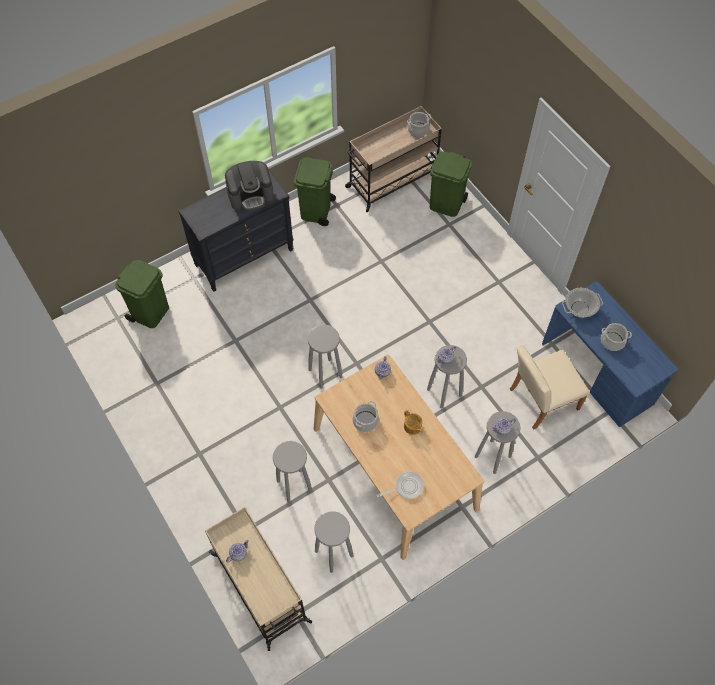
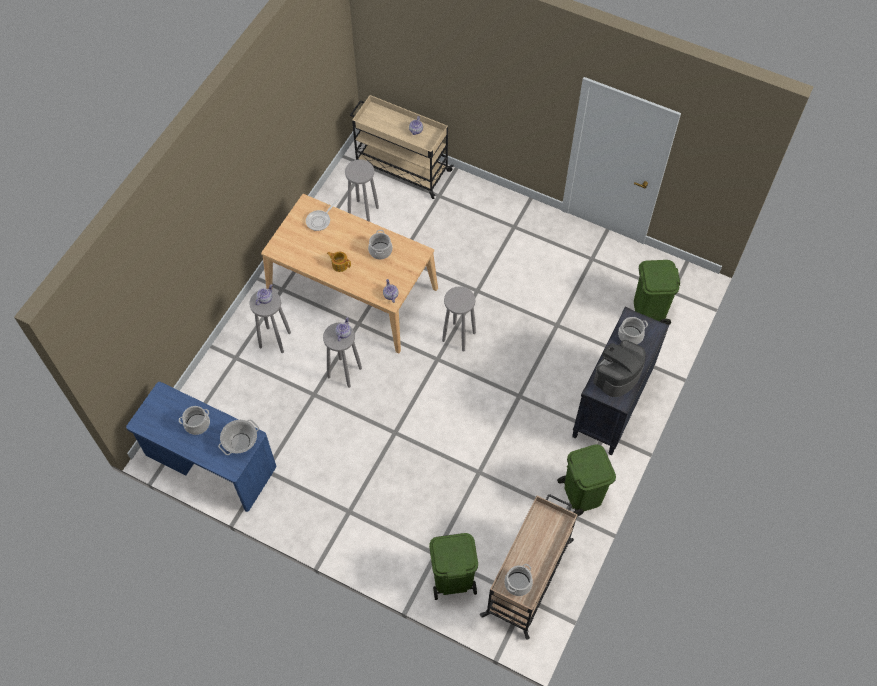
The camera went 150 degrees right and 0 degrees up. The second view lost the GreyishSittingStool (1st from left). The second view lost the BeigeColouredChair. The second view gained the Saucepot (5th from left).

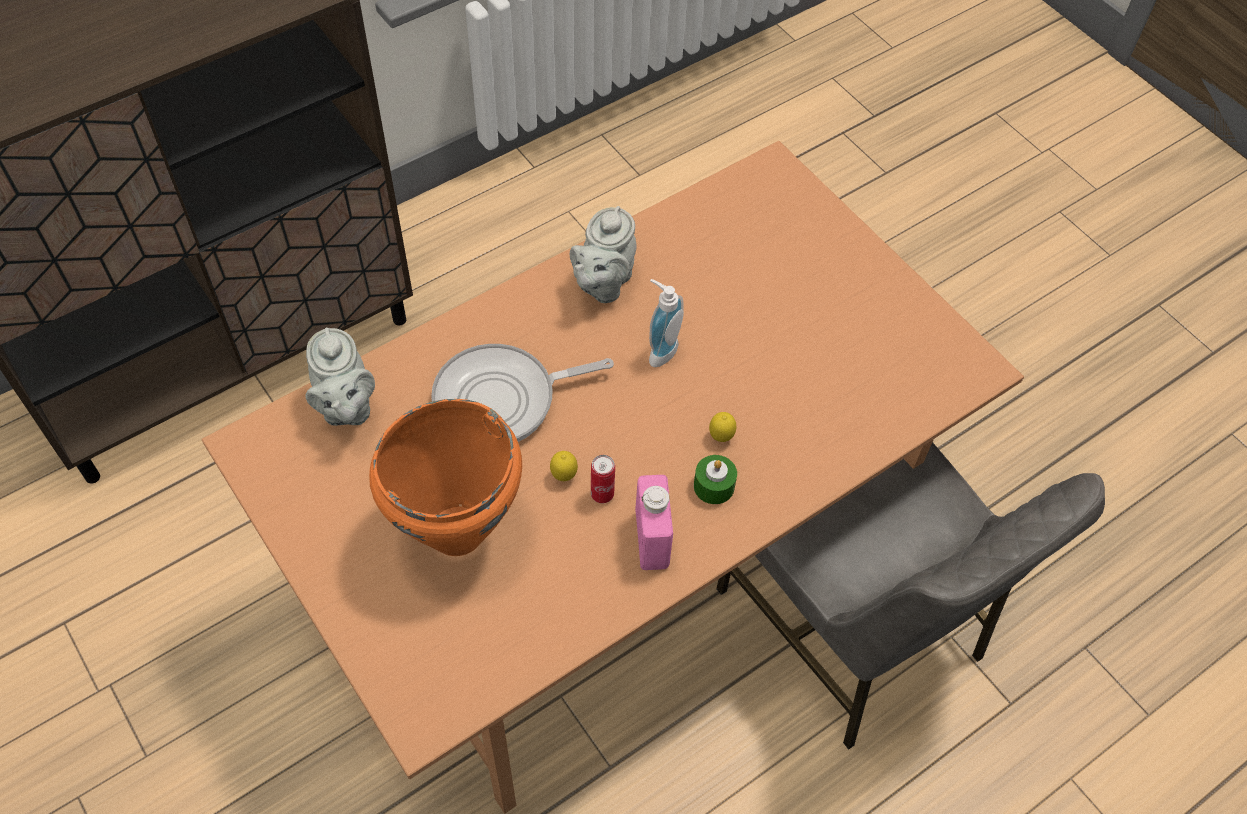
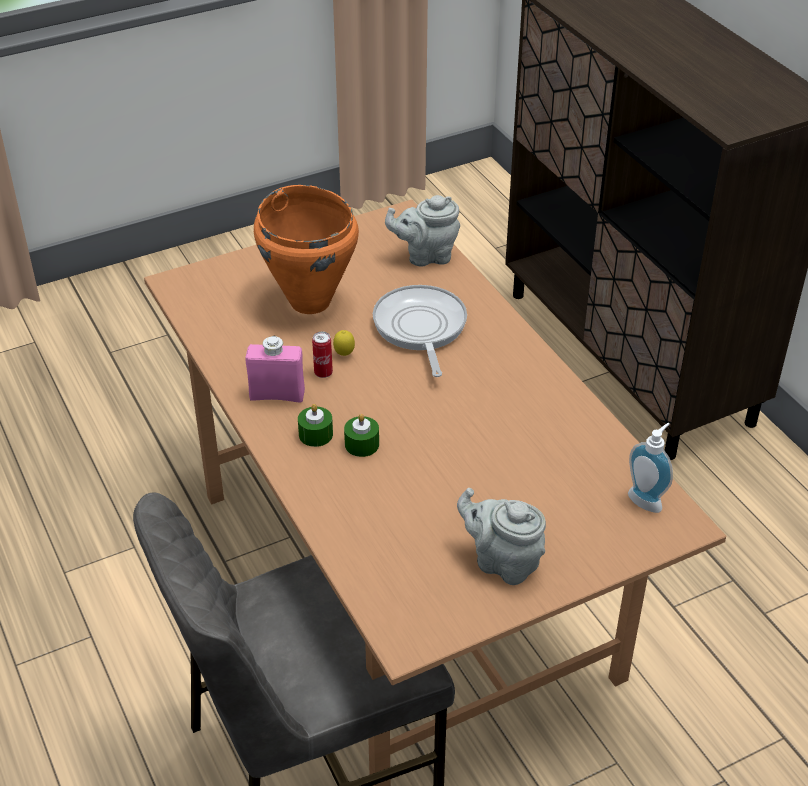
The camera went 100 degrees right and 15 degrees down. The GreyishPotForTea (2nd from left) ended up elsewhere. The LiquidSoapBottle ended up elsewhere. Where the WholeLemon (2nd from left) stood, the GreenWaxLight (2nd from left) came to stand.

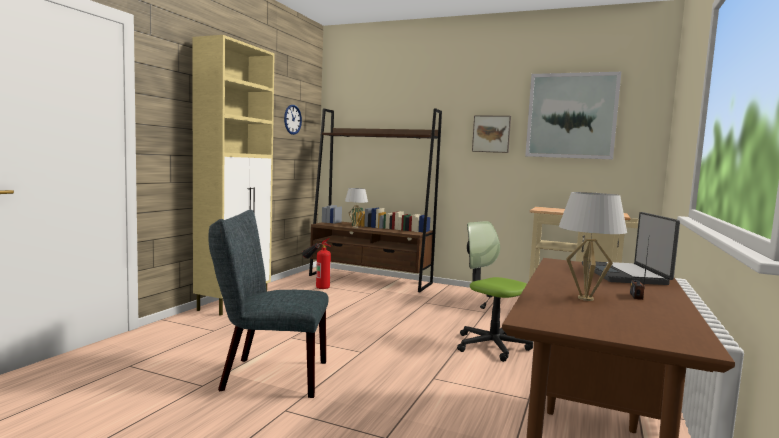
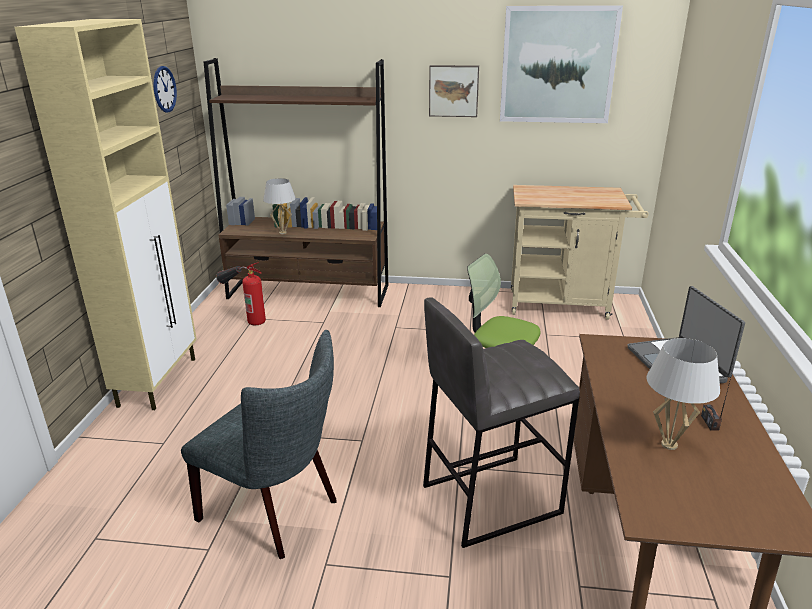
The camera went 15 degrees left and 20 degrees up. The GreyishChair ended up facing another way, 135 degrees counterclockwise from before. The second view gained the GreyishSittingStool.

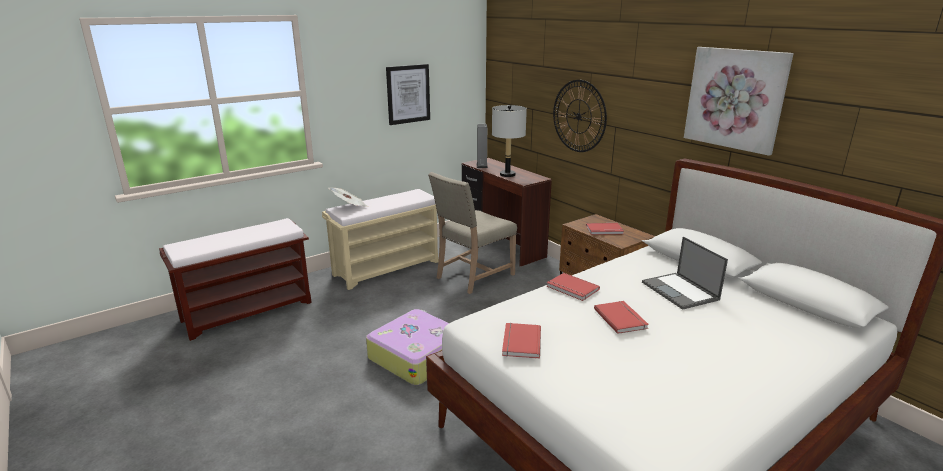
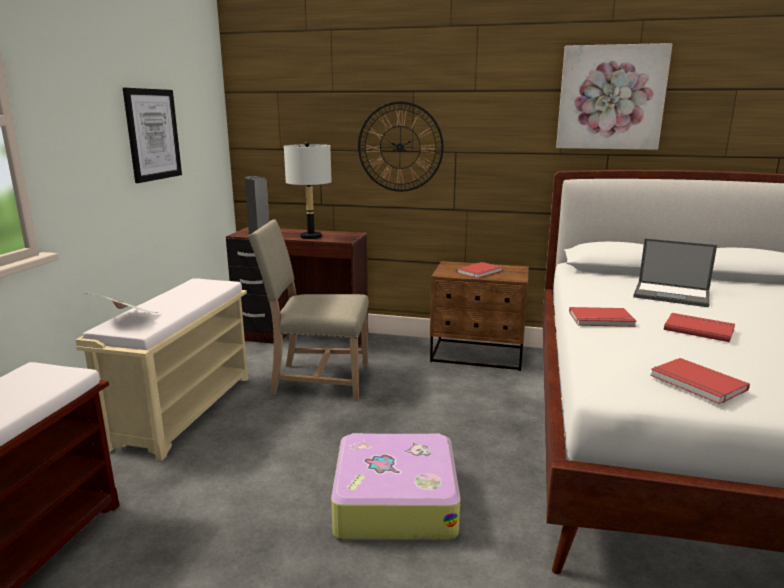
The camera went 40 degrees left and 5 degrees down. The BeigeColouredChair ended up facing another way, 90 degrees clockwise from before.

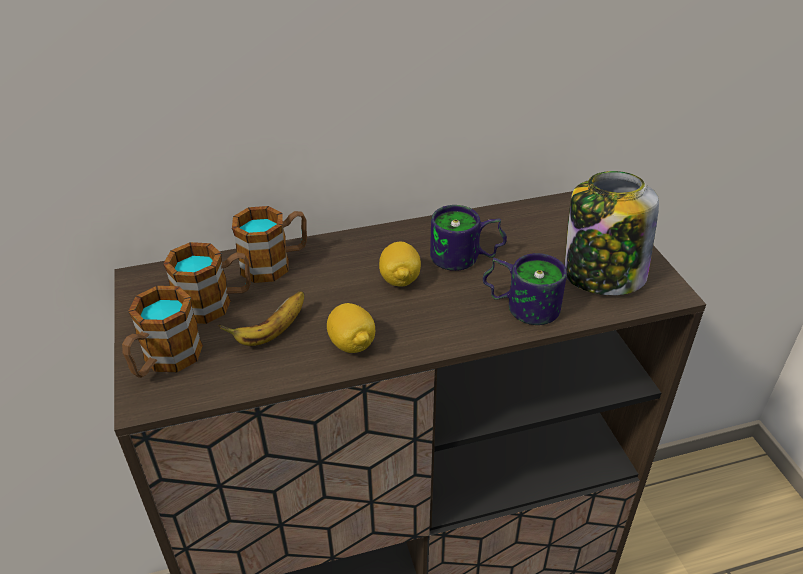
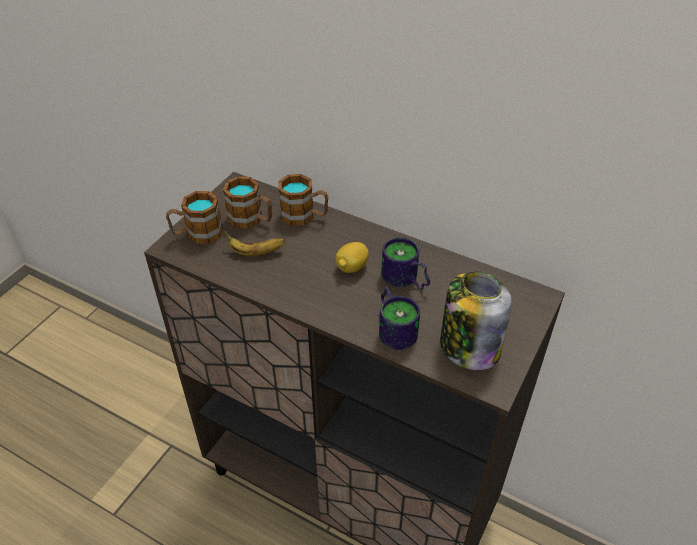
The camera went 45 degrees right and 5 degrees up. The second view lost the WholeLemon (1st from left).

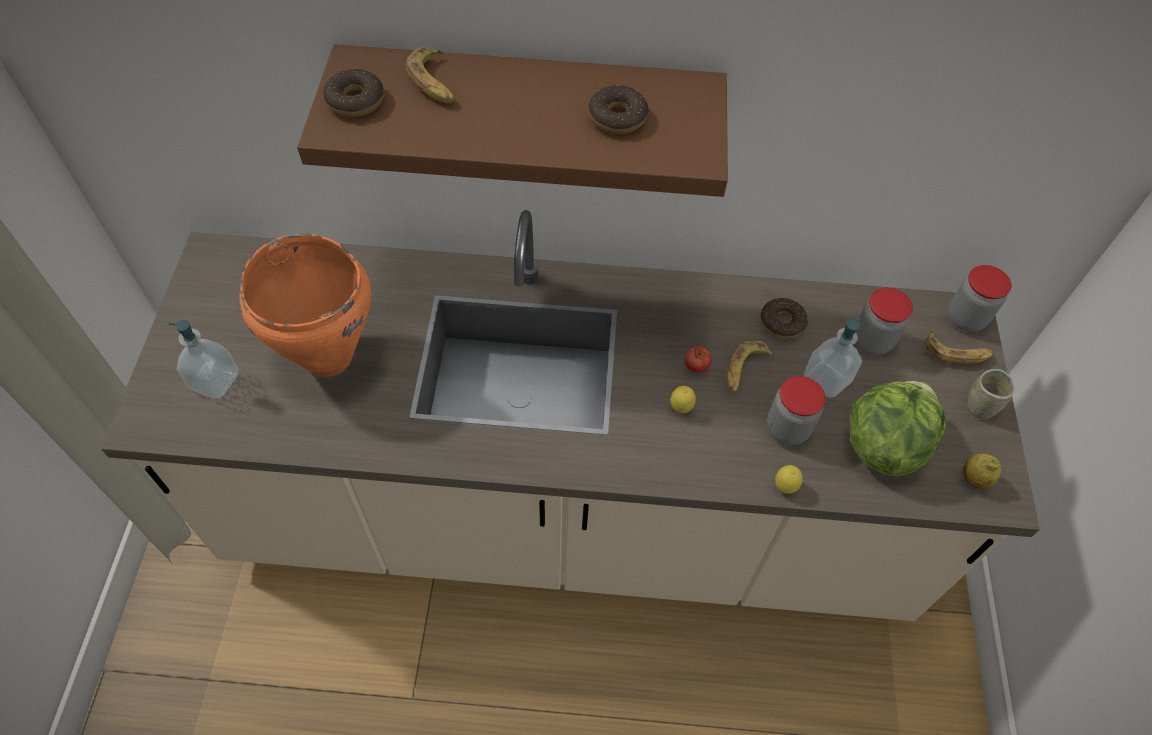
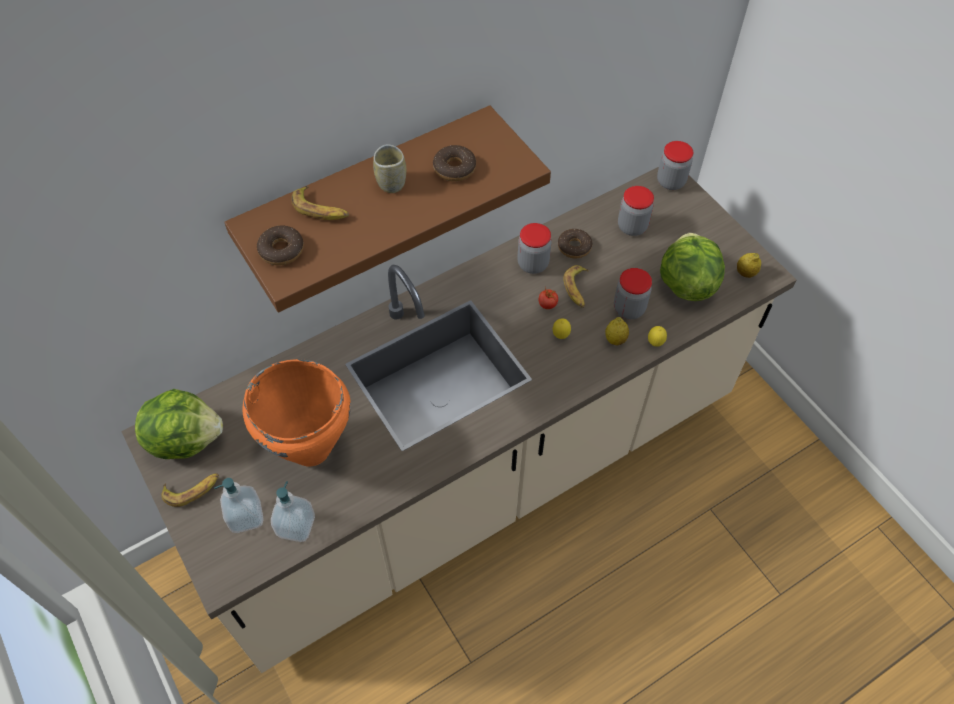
The camera went 35 degrees left and 0 degrees up. The LiquidSoapBottle (2nd from left) ended up elsewhere. The BananaFruit (3rd from left in the first image) ended up elsewhere. The Cup ended up elsewhere. The second view gained the HeadOfLettuce (1st from left). The second view gained the StorageJar (1st from left). The second view gained the WholeLemon (2nd from left).

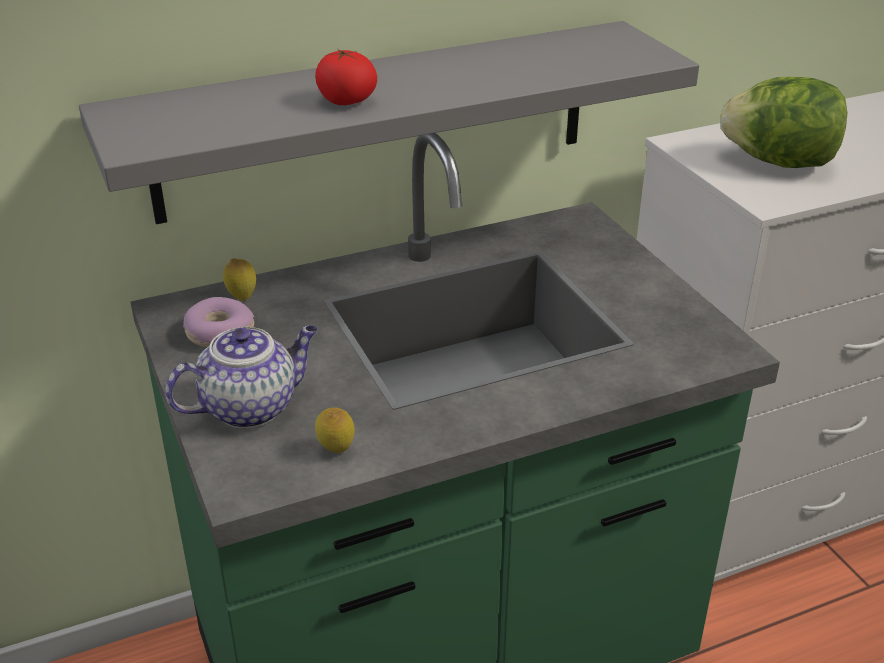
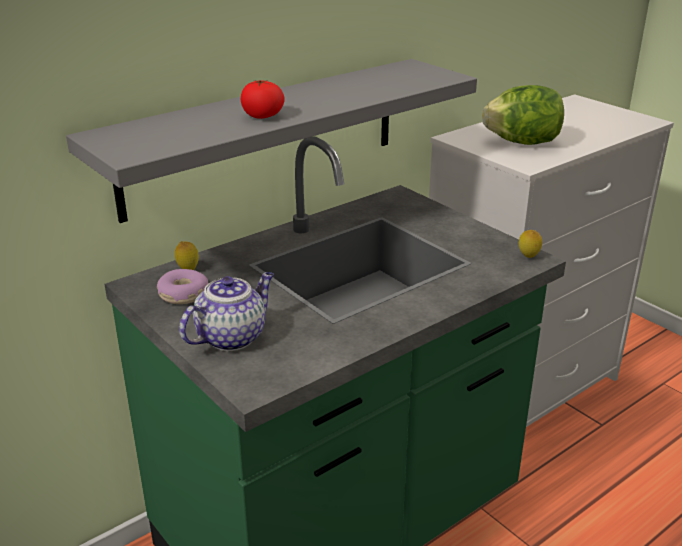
The camera went 15 degrees left and 5 degrees down. The WholeLemon (2nd from left) ended up elsewhere.

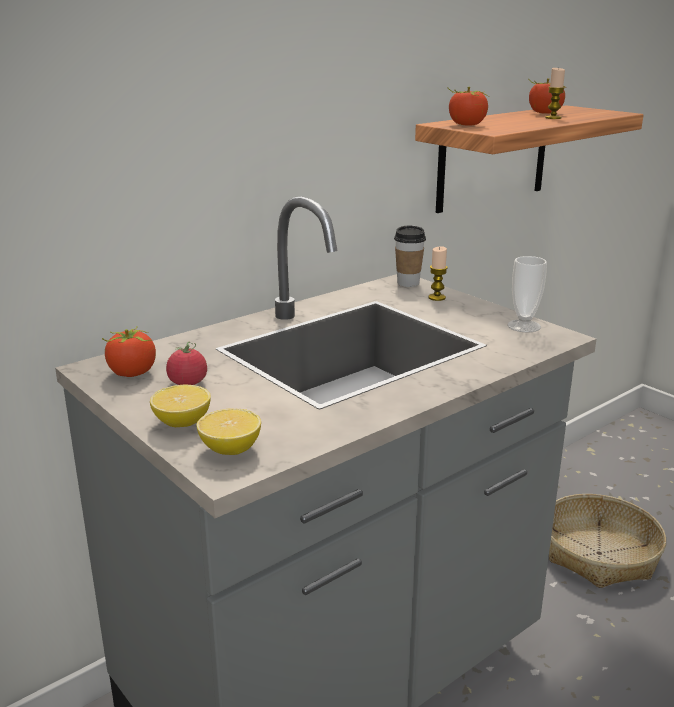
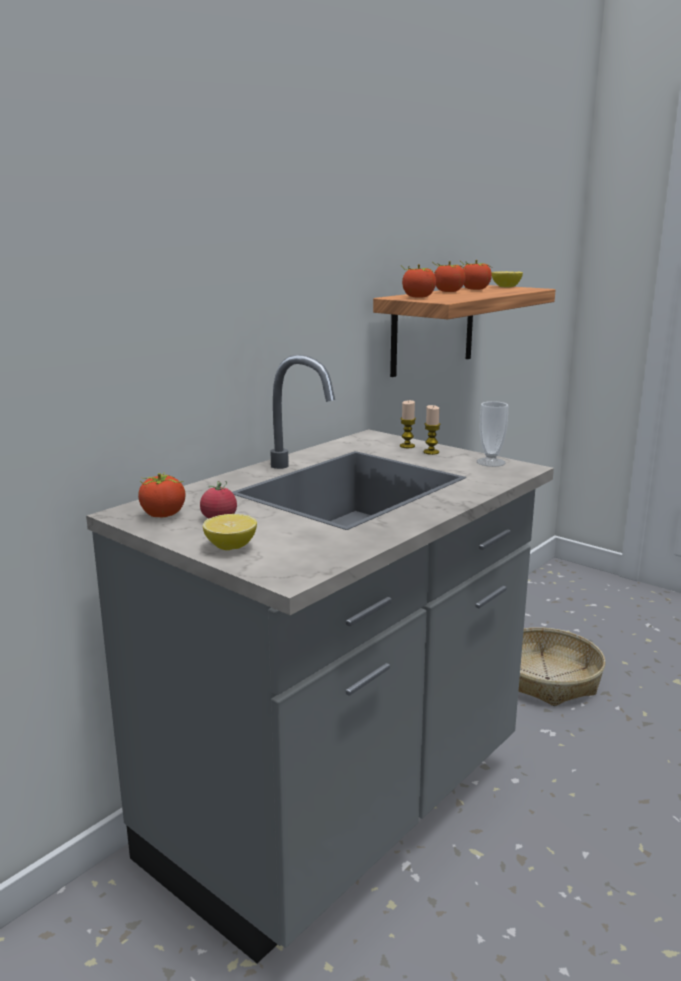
The camera went 10 degrees left and 5 degrees down. The WholeLemon (2nd from left) ended up elsewhere. The second view lost the Cup (1st from left). The WaxLight (2nd from left) ended up elsewhere. The second view gained the FreshTomato (4th from left).

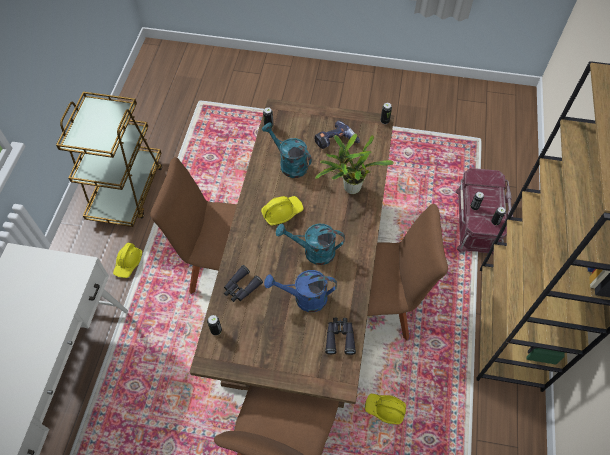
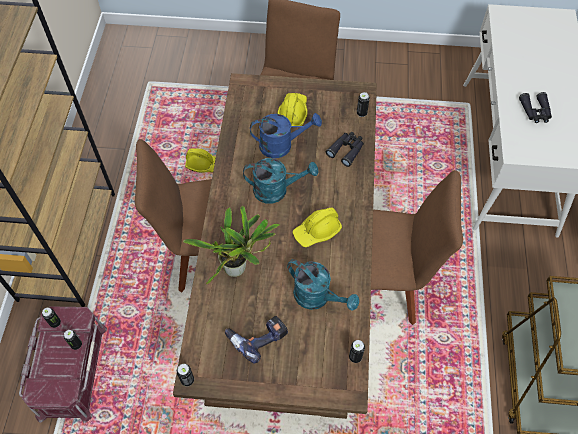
The camera went 175 degrees right and 0 degrees up. The YellowColouredWorkHelmet (1st from left in the first image) ended up elsewhere. The BlackishFieldGlasses (2nd from left) ended up elsewhere.

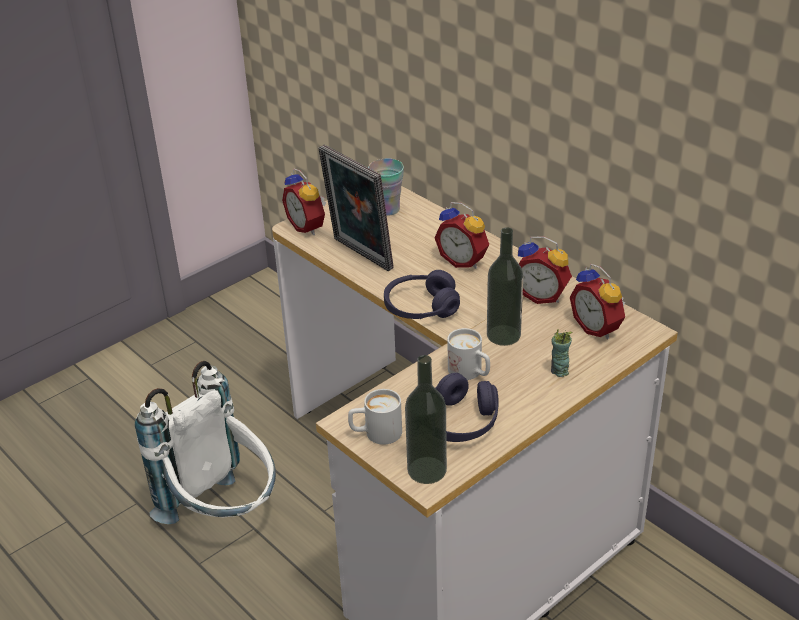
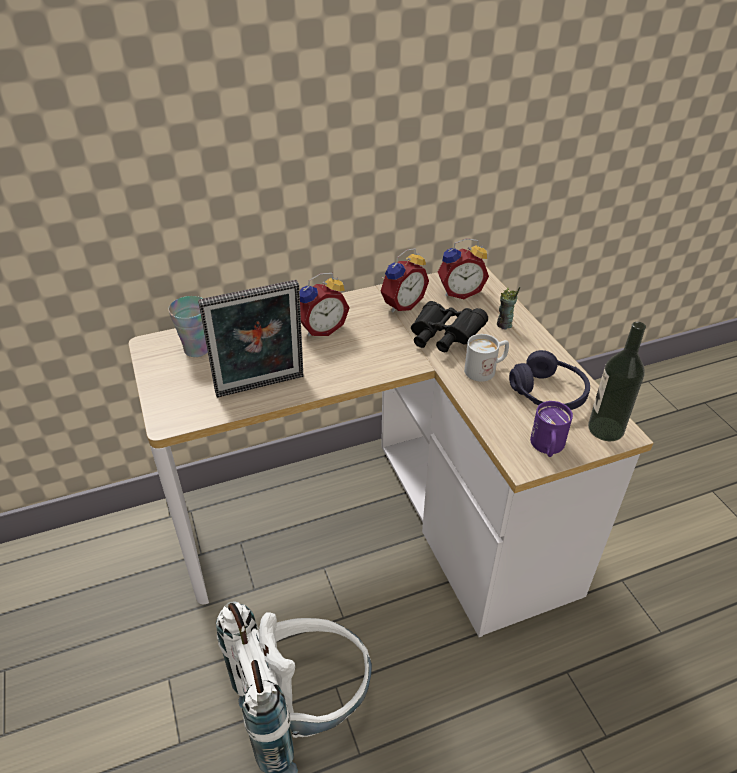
The camera went 70 degrees left and 5 degrees up. The second view lost the TableClock (1st from left). What was the WhitishCoffeeMug (1st from left) turned into the PurpleCoffeeMug. The second view lost the PurpleHeadphones (1st from left). Where the BeverageBottle (2nd from left) stood, the BlackishFieldGlasses came to stand.

